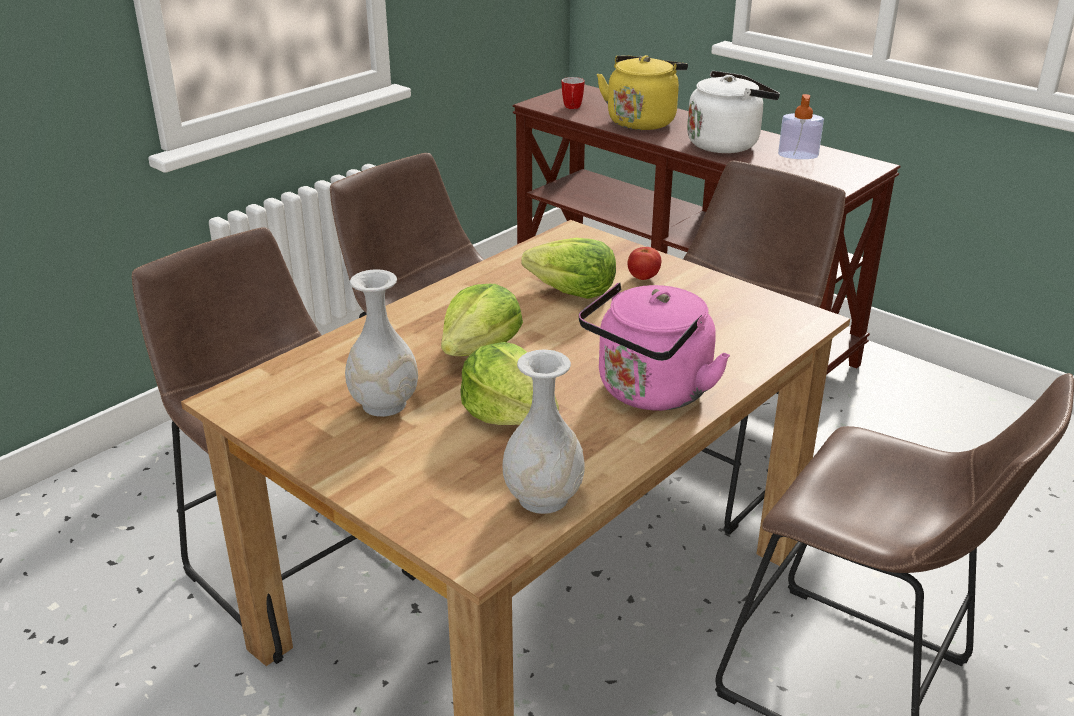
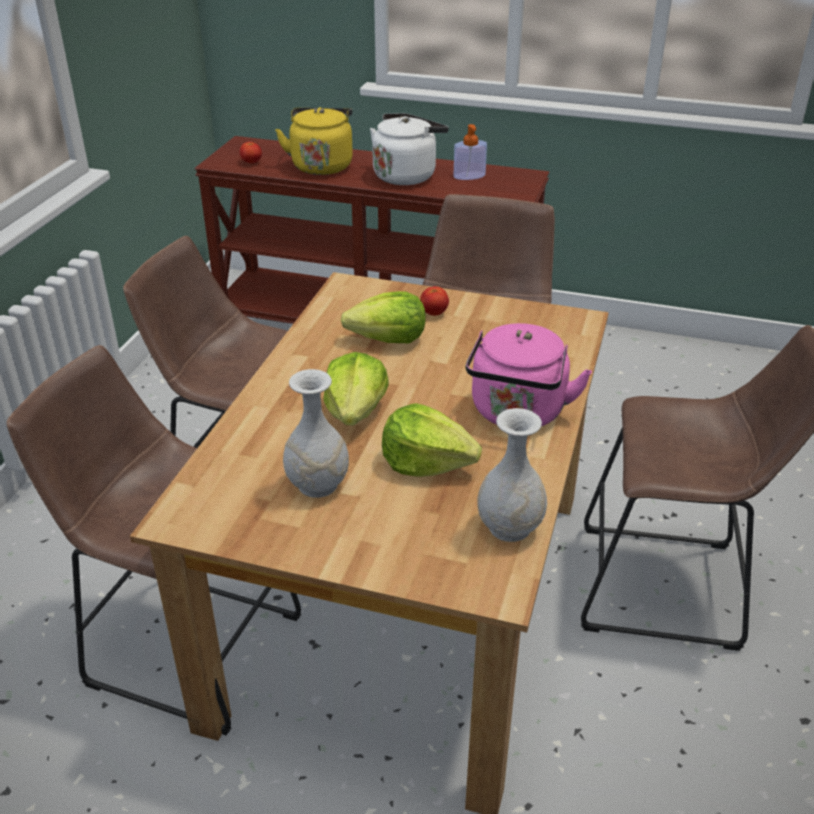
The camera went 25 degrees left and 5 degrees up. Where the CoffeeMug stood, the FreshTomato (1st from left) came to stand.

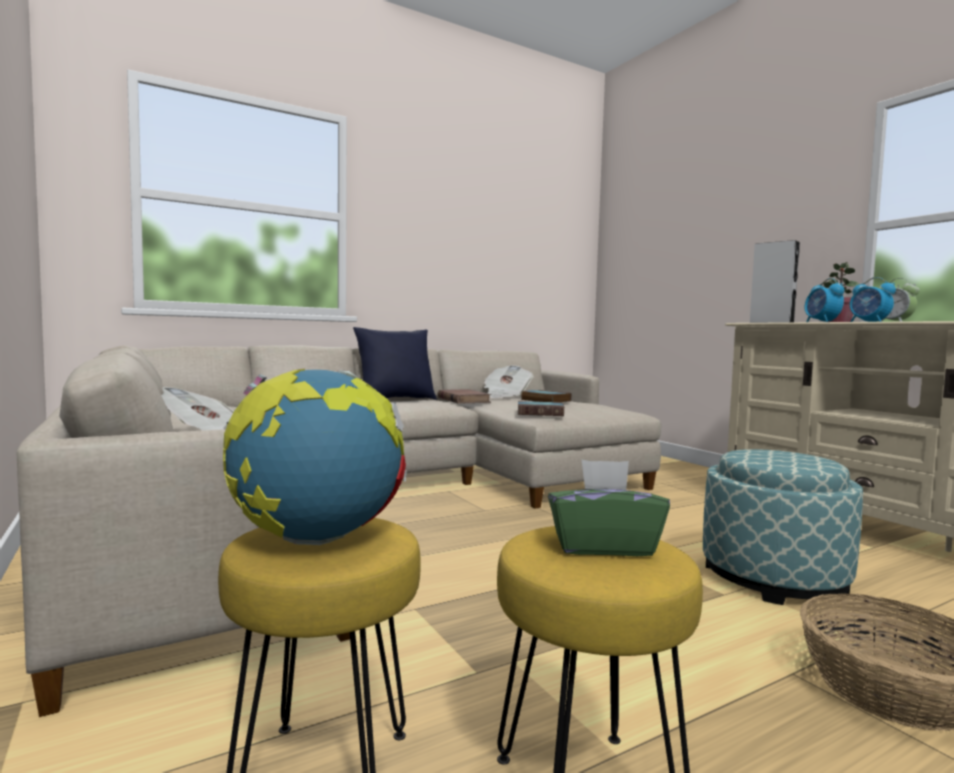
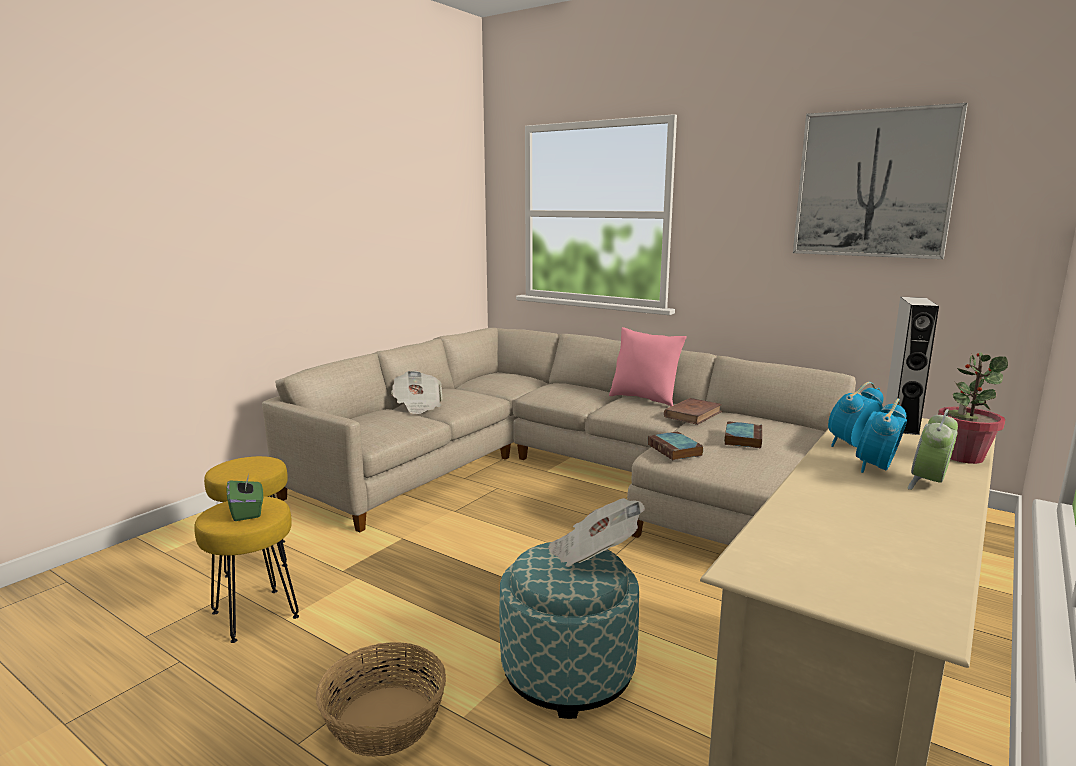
The camera went 65 degrees right and 10 degrees up. The second view lost the DeskGlobe. What was the BlueColouredPillow turned into the PinkishPillow. The Newspaper (2nd from left) ended up elsewhere. The second view gained the WallPicture.

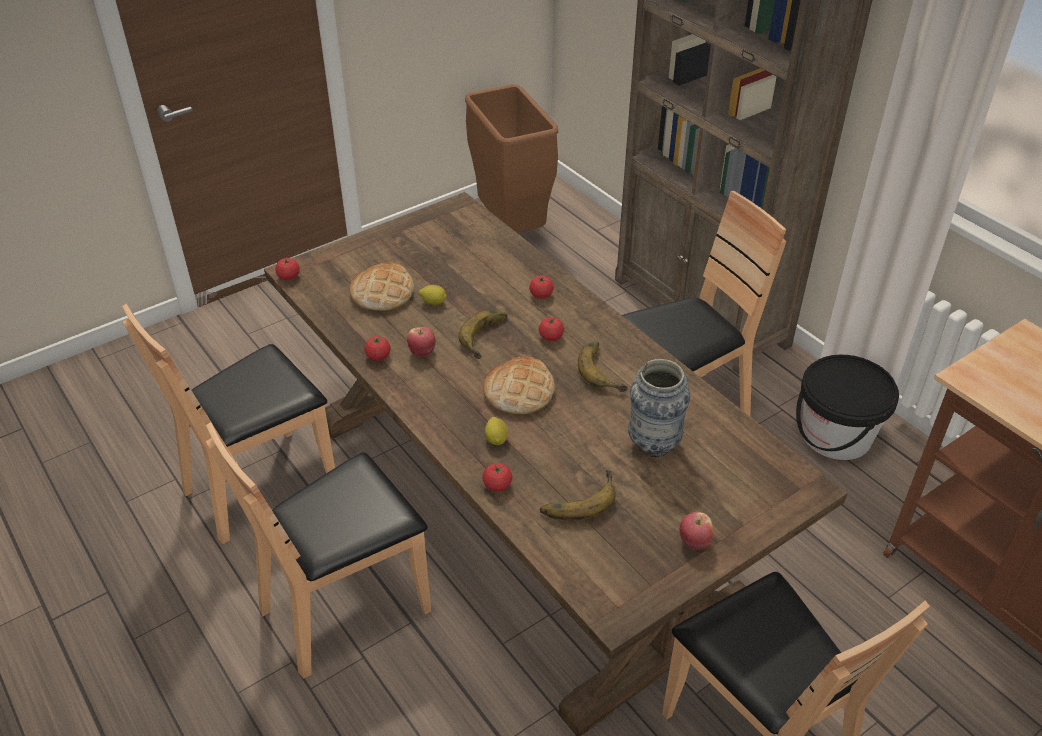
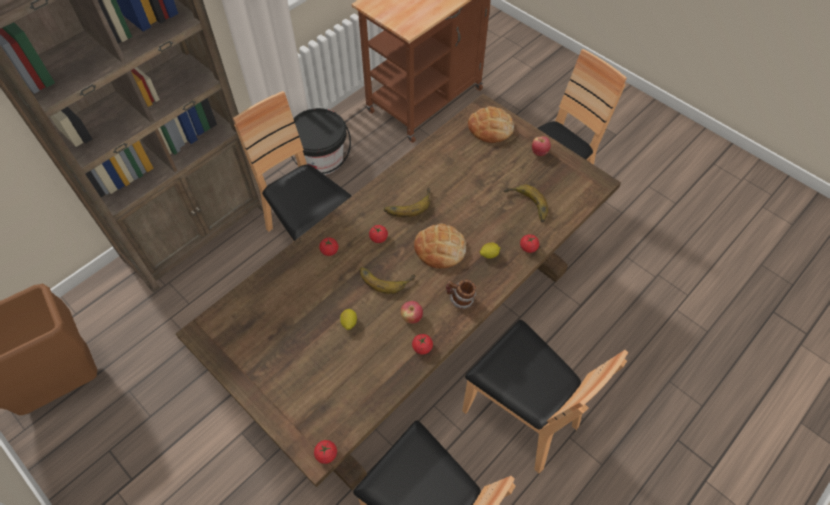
The camera went 100 degrees left and 15 degrees up. The Bread (1st from left in the first image) ended up elsewhere. The second view lost the FlowerVase. The second view gained the CoffeeMug.

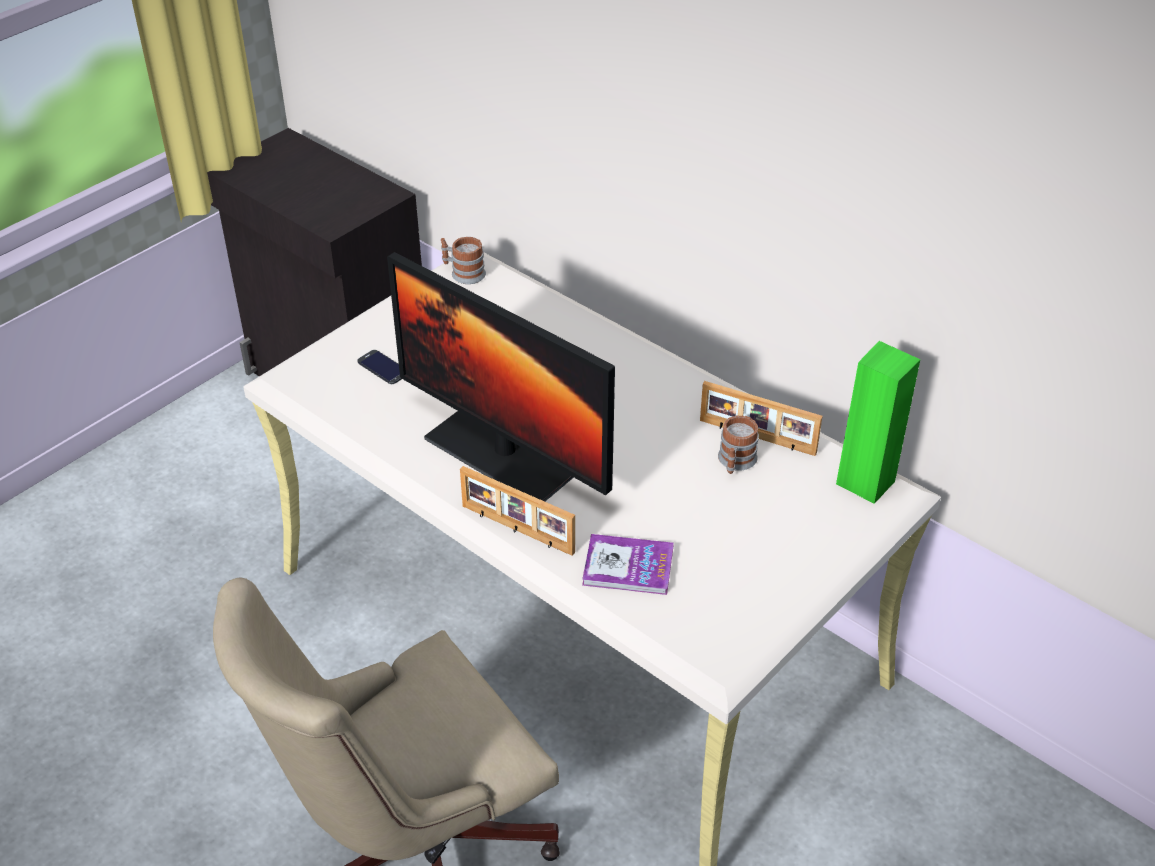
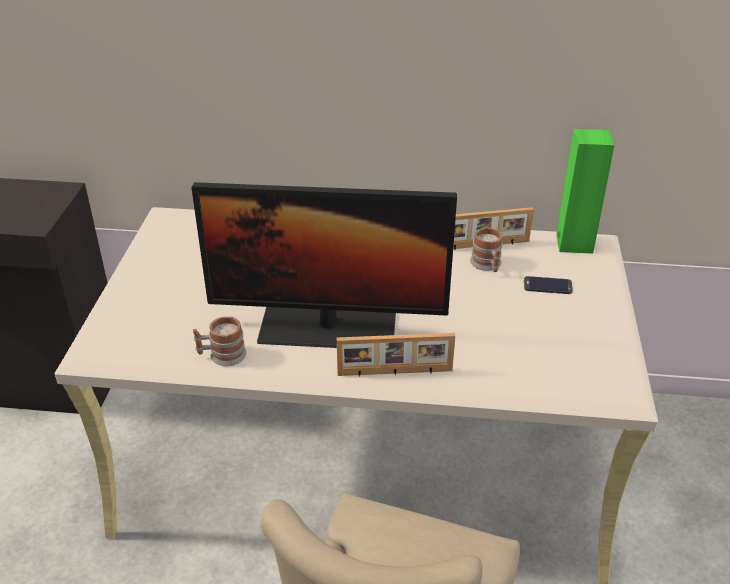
The camera went 35 degrees left and 5 degrees down. The Telephone ended up elsewhere. The CoffeeMug (1st from left) ended up elsewhere. The second view lost the Volume.

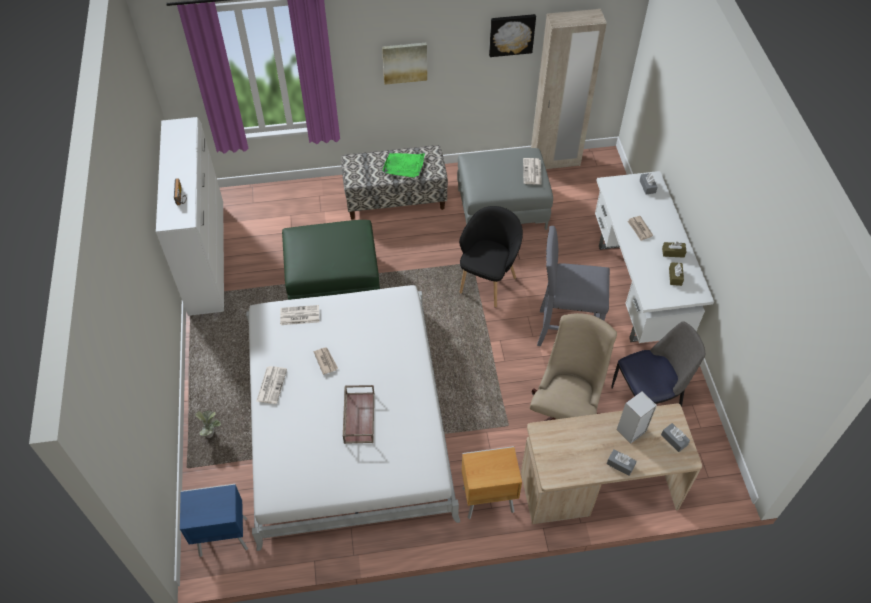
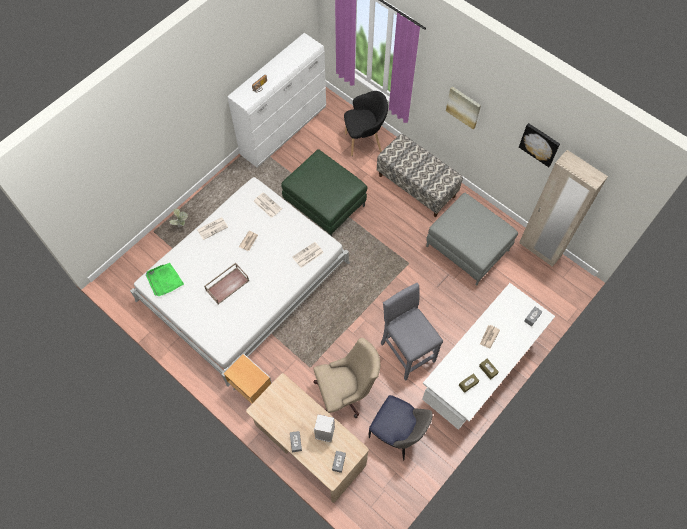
The camera went 50 degrees right and 10 degrees up. The second view lost the BlueColouredNightstand. The GreenTray ended up elsewhere. The BlackishLoungeChair ended up elsewhere. The Newspaper (4th from left) ended up elsewhere.

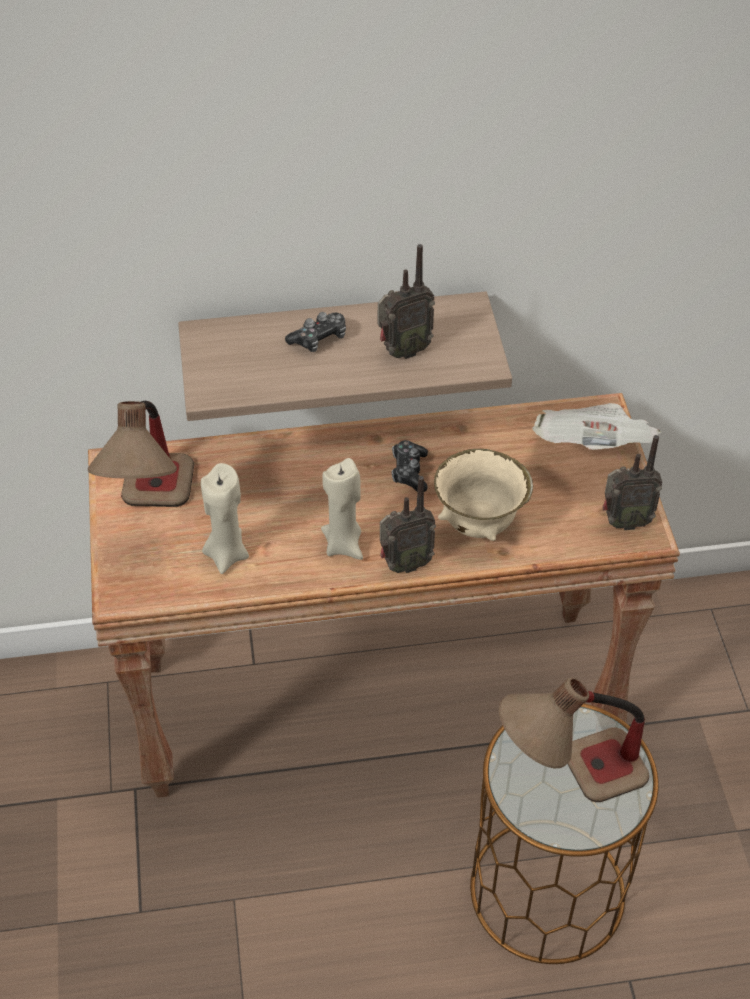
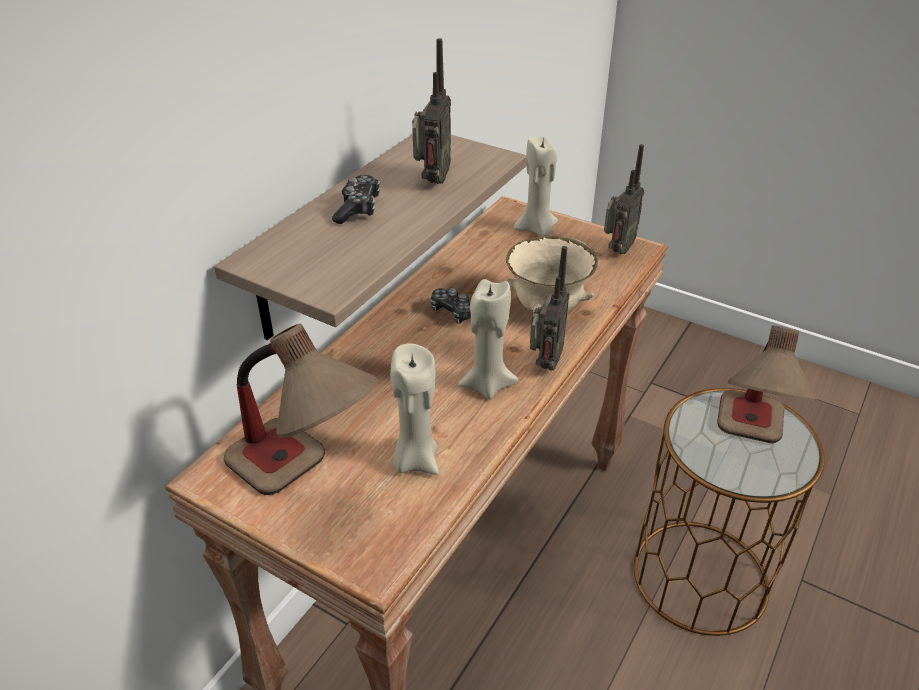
The camera went 50 degrees left and 10 degrees down. Where the Newspaper stood, the BeigeColouredWaxLight (3rd from left) came to stand.

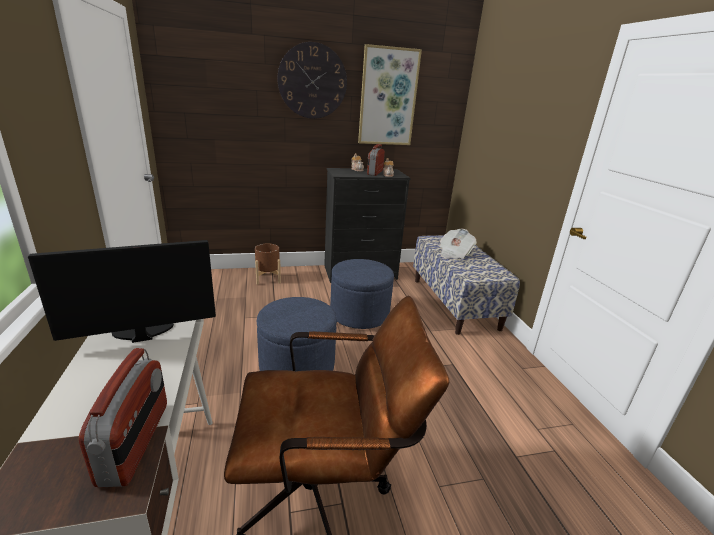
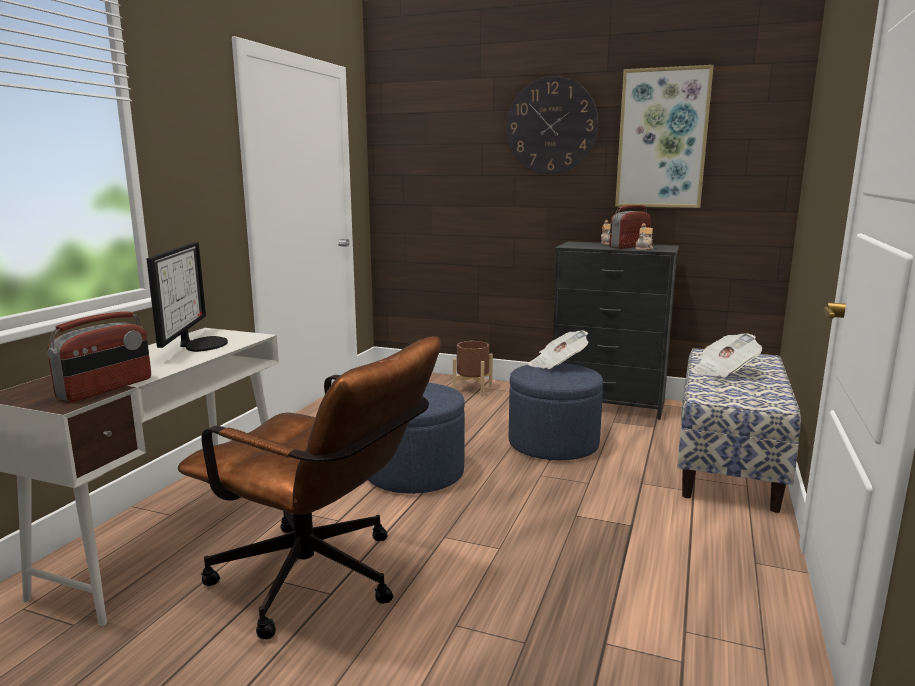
The camera went 35 degrees right and 10 degrees down. The ComputerDisplay ended up facing another way, 75 degrees clockwise from before. The second view gained the Newspaper (1st from left).

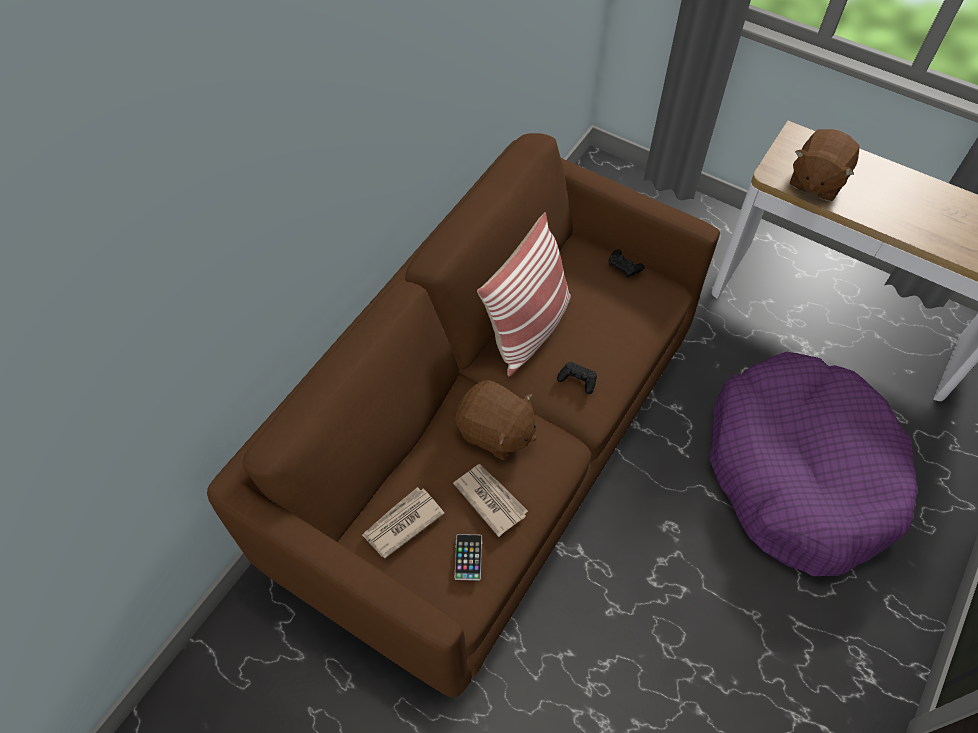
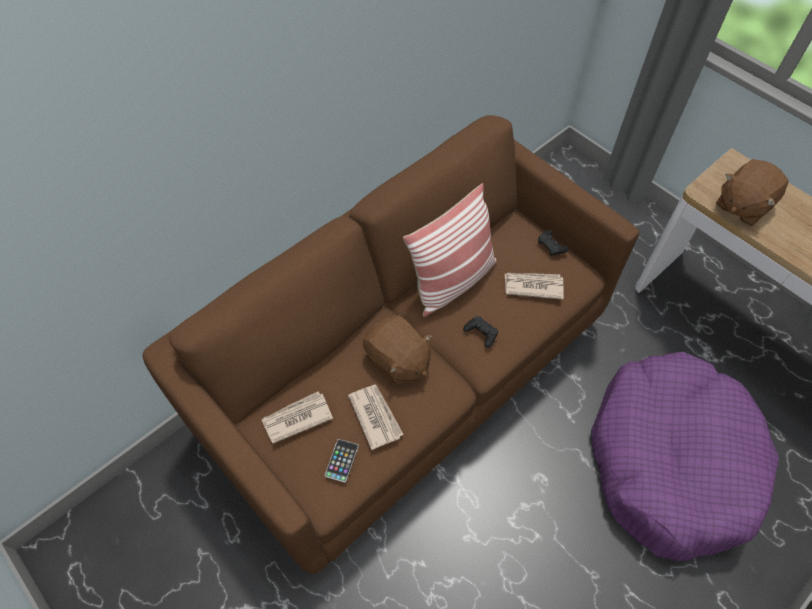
The camera went 15 degrees right and 0 degrees up. The second view gained the Newspaper (3rd from left).

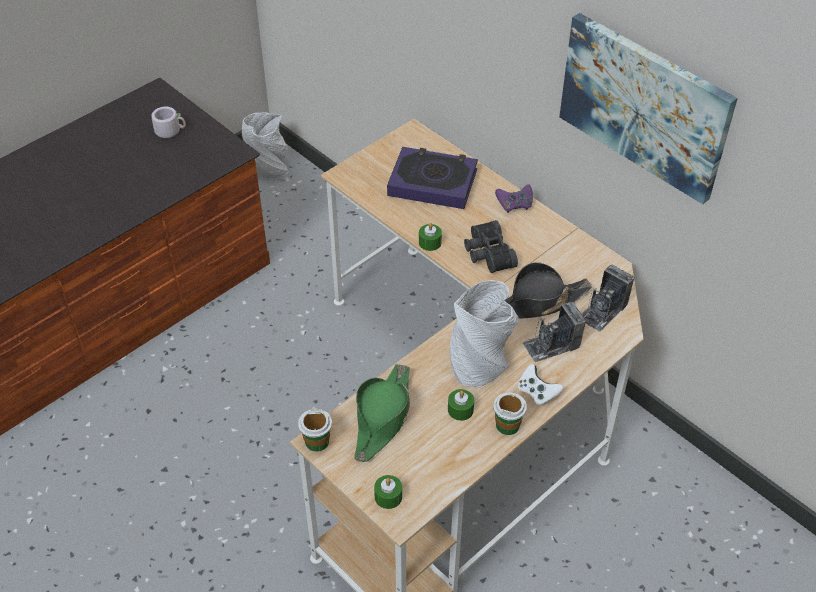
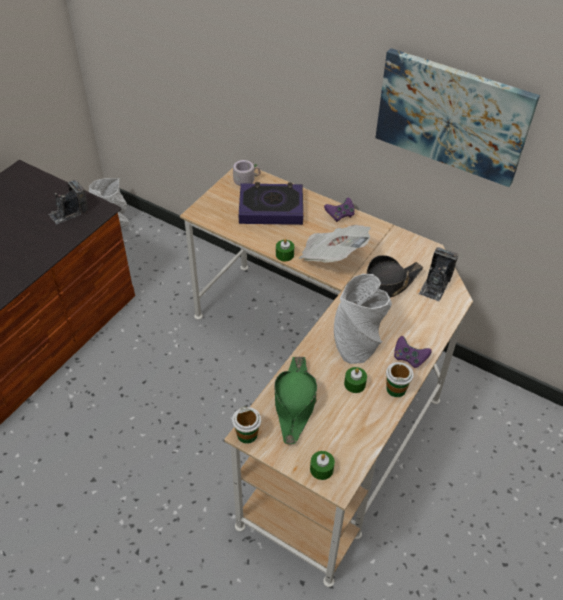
The camera went 15 degrees left and 0 degrees up. The GreyishCoffeeMug ended up elsewhere. Where the BlackishFieldGlasses stood, the Newspaper came to stand. What was the WhitishJoypad turned into the PurpleJoypad (2nd from left). The PhotoCamera (1st from left) ended up elsewhere.

